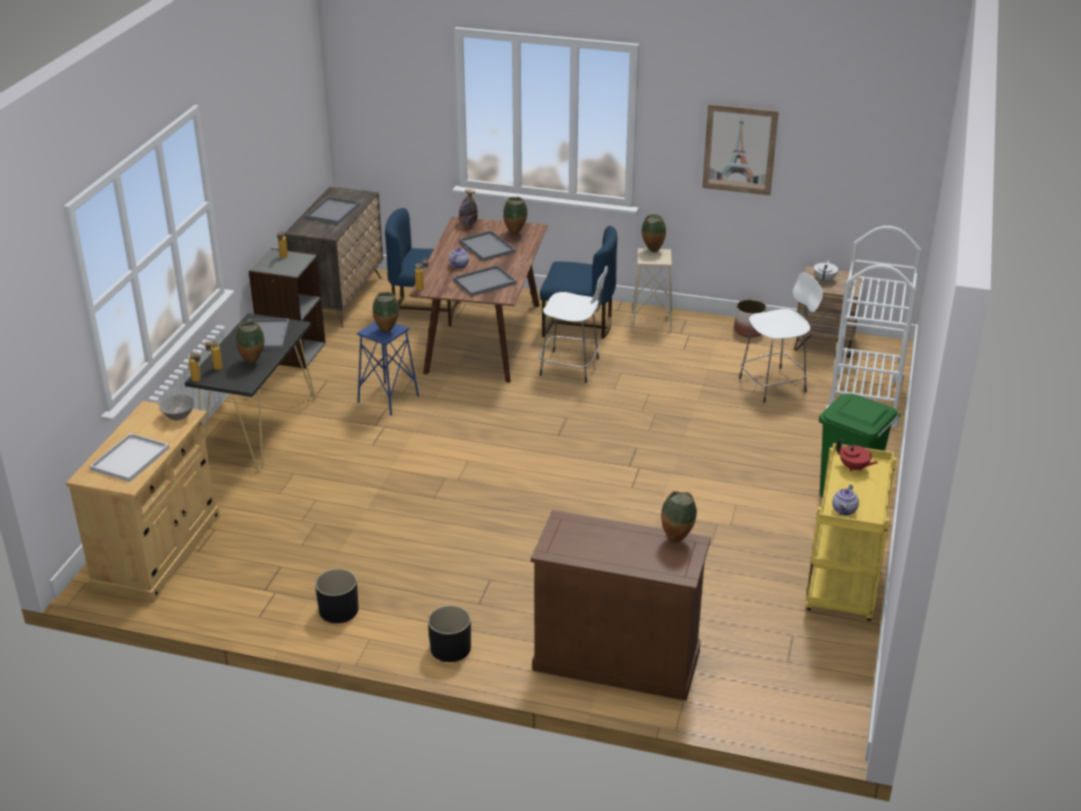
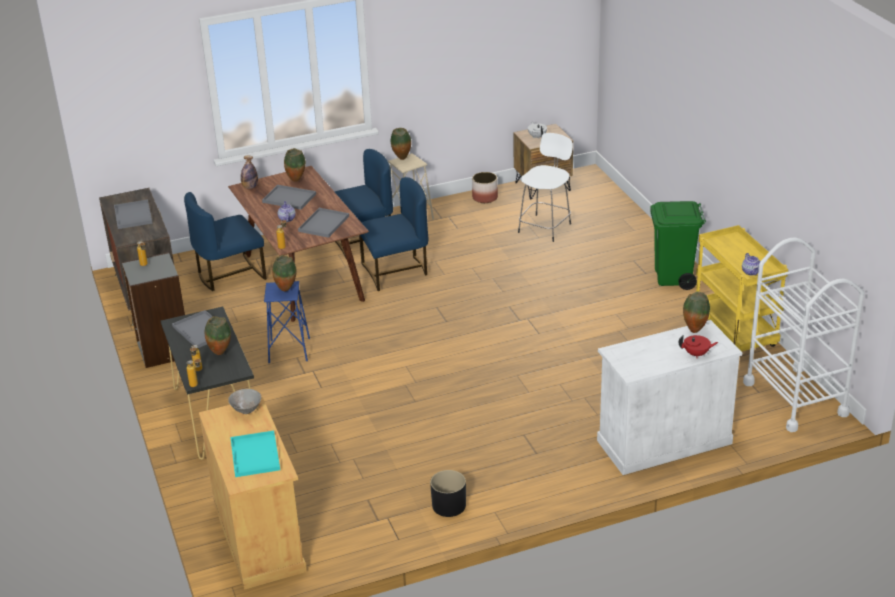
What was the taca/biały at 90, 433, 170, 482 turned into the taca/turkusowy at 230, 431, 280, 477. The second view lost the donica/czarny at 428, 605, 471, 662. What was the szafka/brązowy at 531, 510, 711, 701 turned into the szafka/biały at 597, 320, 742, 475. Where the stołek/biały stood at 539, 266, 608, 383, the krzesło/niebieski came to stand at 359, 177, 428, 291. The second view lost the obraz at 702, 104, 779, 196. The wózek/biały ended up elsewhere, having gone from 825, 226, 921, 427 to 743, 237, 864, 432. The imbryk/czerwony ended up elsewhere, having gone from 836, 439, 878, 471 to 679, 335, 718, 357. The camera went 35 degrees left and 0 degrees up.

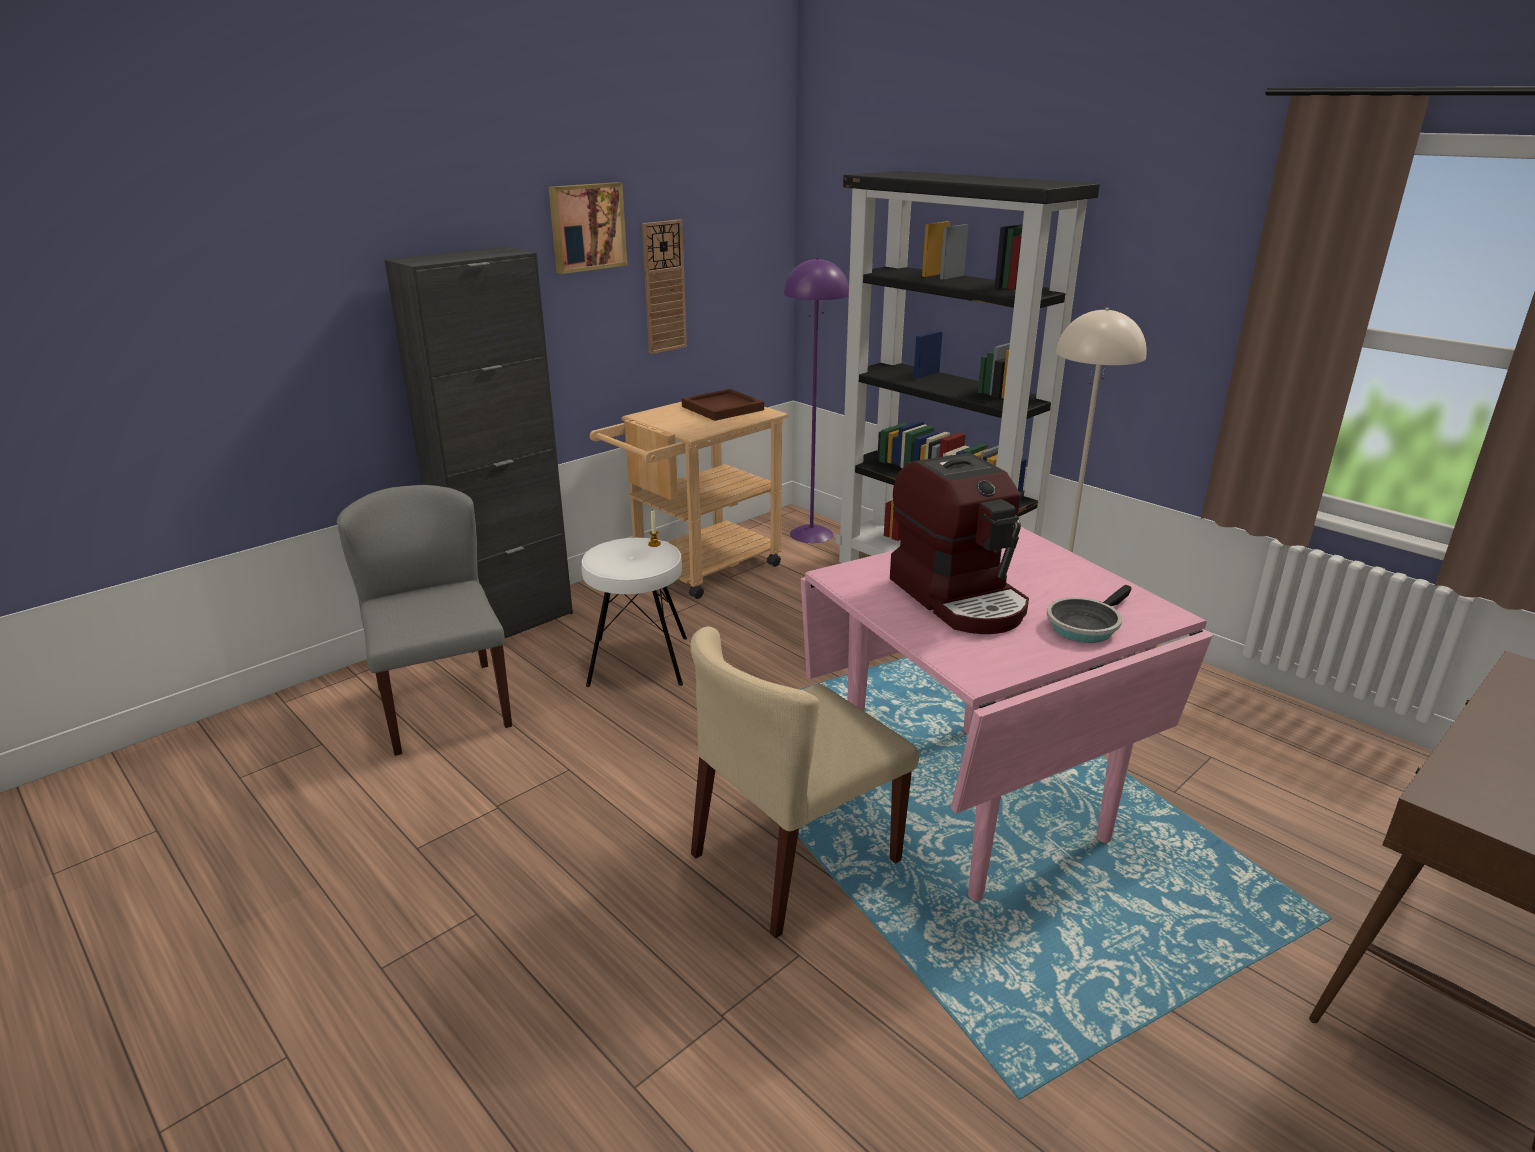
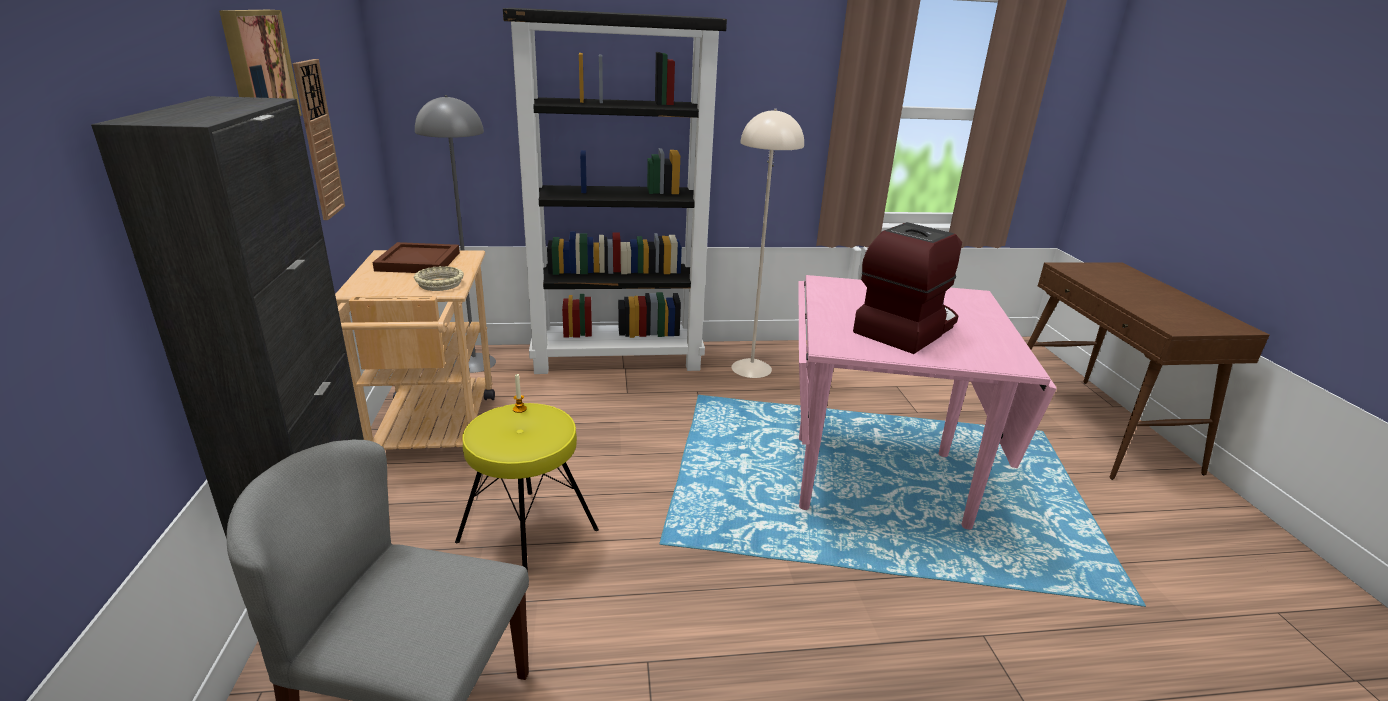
What was the stołek/biały at 582, 538, 687, 687 turned into the stołek/żółty at 455, 403, 599, 586. The second view lost the krzesło/beżowy at 690, 626, 919, 938. What was the lampa stojąca/fioletowy at 784, 257, 849, 543 turned into the lampa stojąca/szary at 415, 95, 496, 373. The ekspres do kawy at 890, 453, 1029, 634 ended up facing another way, 60 degrees counterclockwise from before. The second view lost the patelnia at 1047, 585, 1132, 643. The second view gained the miska/beżowy at 414, 266, 464, 291. The camera went 55 degrees left and 0 degrees up.

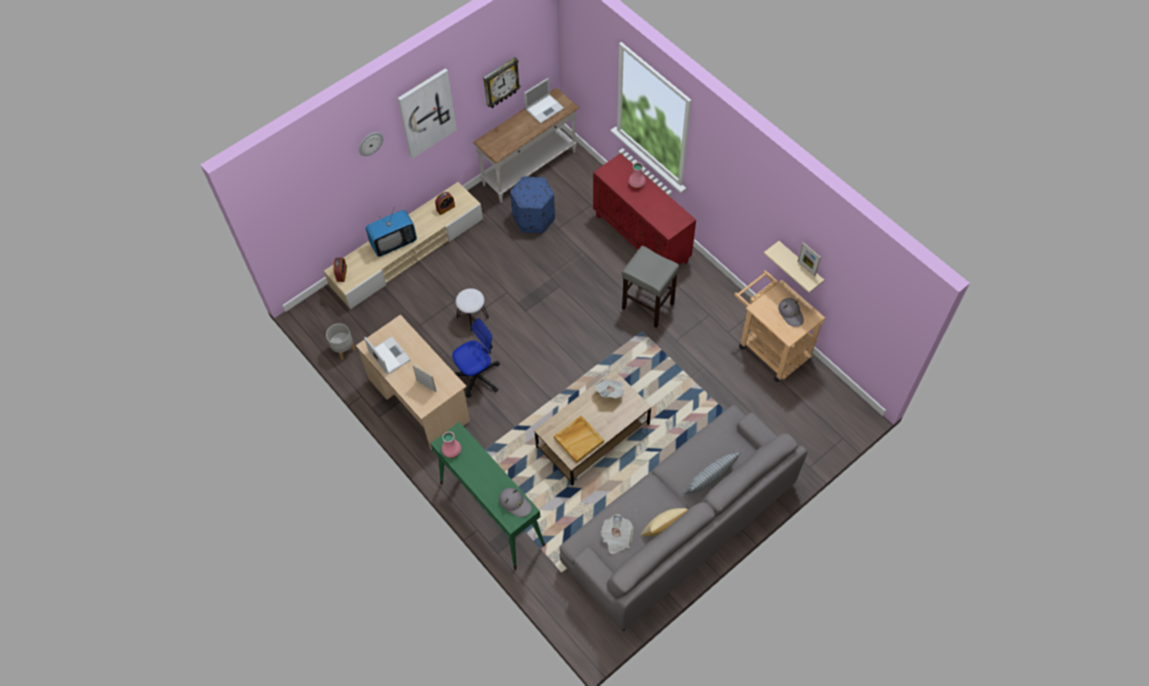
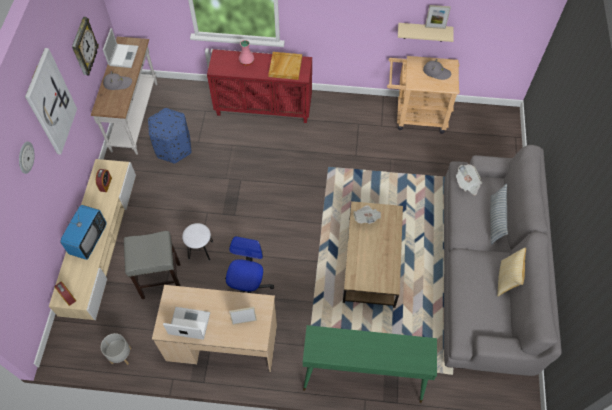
The second view lost the wazon/różowy at 442, 432, 461, 458. The kapelusz/szary ended up elsewhere, having gone from 499, 488, 532, 517 to 103, 71, 132, 90. The taca/beżowy ended up elsewhere, having gone from 554, 416, 604, 463 to 268, 52, 302, 80. The gazeta ended up elsewhere, having gone from 601, 514, 634, 554 to 456, 164, 482, 196. The stołek/szary ended up elsewhere, having gone from 622, 246, 679, 328 to 124, 231, 181, 299. The camera went 45 degrees left and 0 degrees up.

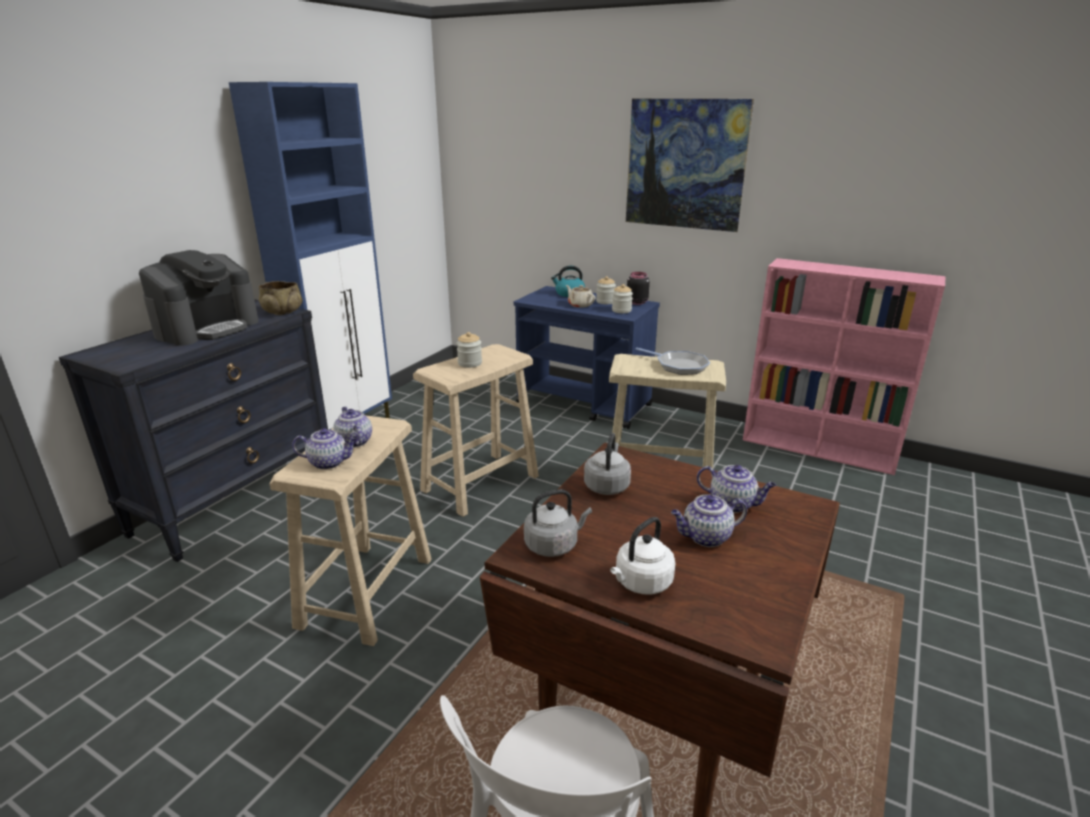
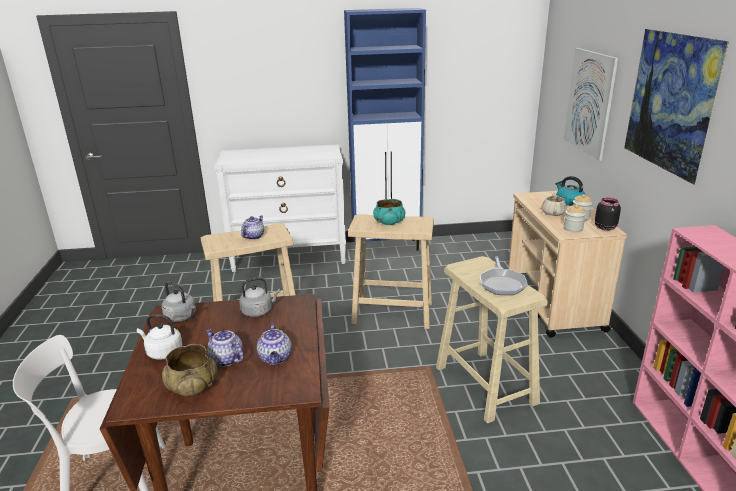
What was the komoda/czarny at 59, 299, 328, 562 turned into the komoda/biały at 214, 144, 346, 272. The second view lost the ekspres do kawy at 139, 250, 259, 346. The miska/beżowy ended up elsewhere, having gone from 259, 281, 303, 315 to 162, 344, 217, 396. The second view lost the imbryk at 292, 428, 358, 470. Where the słoik stood at 457, 332, 482, 368, the miska/turkusowy came to stand at 373, 199, 405, 225. What was the wózek/niebieski at 514, 286, 660, 429 turned into the wózek/beżowy at 508, 191, 627, 338. The second view gained the obraz at 564, 48, 618, 161. The camera went 55 degrees right and 0 degrees up.

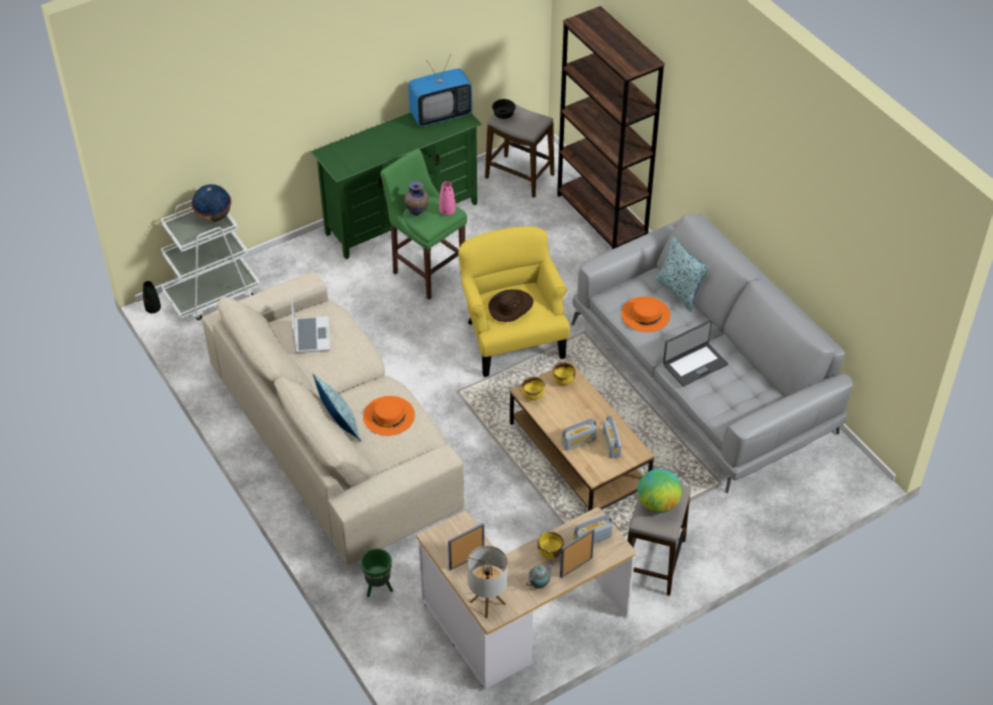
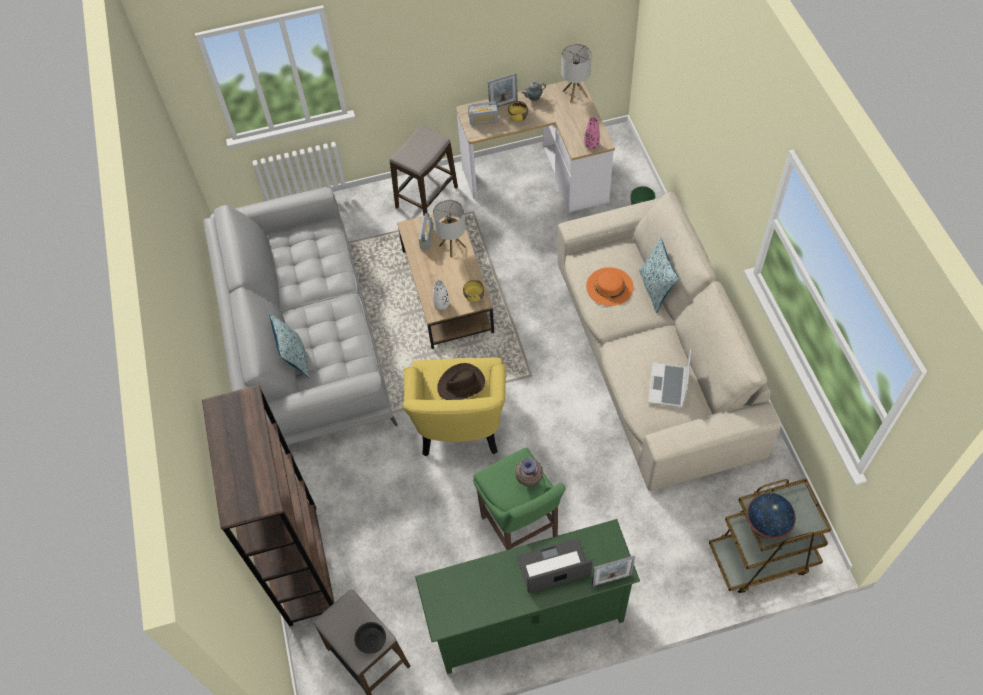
The second view lost the wazon/czarny at 143, 281, 161, 313. What was the wózek/biały at 161, 200, 261, 320 turned into the wózek/brązowy at 709, 478, 832, 593. The second view lost the telewizor at 408, 54, 472, 127. The wazon/różowy ended up elsewhere, having gone from 439, 181, 456, 216 to 584, 117, 600, 149. The ramka na zdjęcie ended up elsewhere, having gone from 448, 523, 484, 570 to 592, 555, 635, 587. Where the miska/żółty stood at 552, 362, 576, 385, the wazon/biały came to stand at 433, 280, 449, 310. Where the radio stood at 562, 418, 597, 451, the lampa stołowa came to stand at 433, 200, 466, 257. The second view lost the kapelusz/pomarańczowy at 621, 297, 670, 332. The second view lost the globus at 637, 469, 682, 513. The laptop ended up elsewhere, having gone from 663, 320, 728, 387 to 517, 538, 593, 593. The camera went 160 degrees left and 10 degrees up.

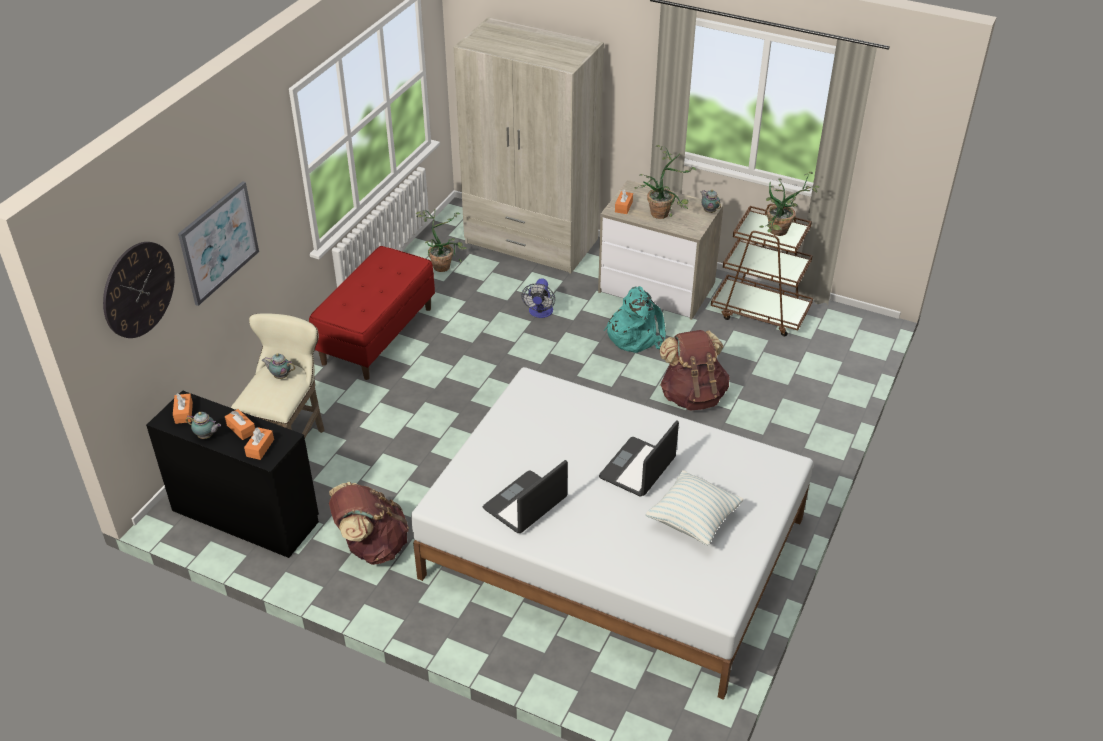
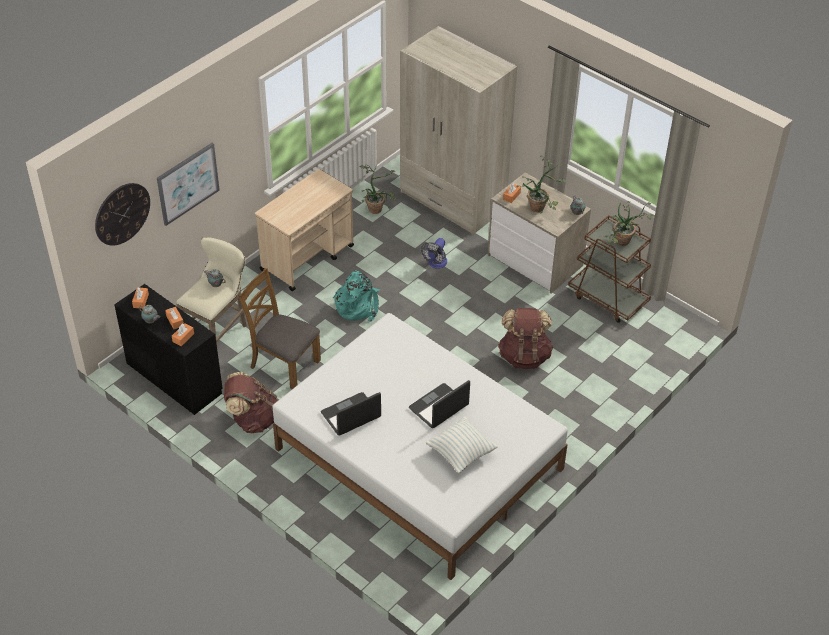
Where the ławka/czerwony stood at 309, 246, 435, 380, the wózek/beżowy came to stand at 255, 169, 354, 291. The plecak/turkusowy ended up elsewhere, having gone from 604, 286, 666, 353 to 333, 270, 380, 322. The second view gained the krzesło/brązowy at 239, 268, 321, 389. The camera went 15 degrees right and 5 degrees up.

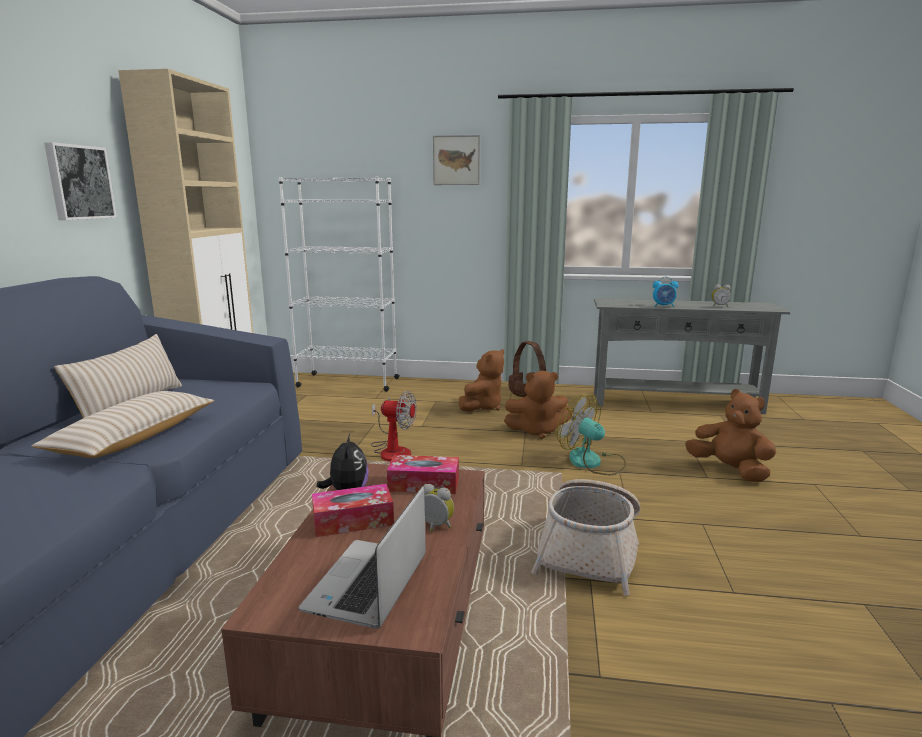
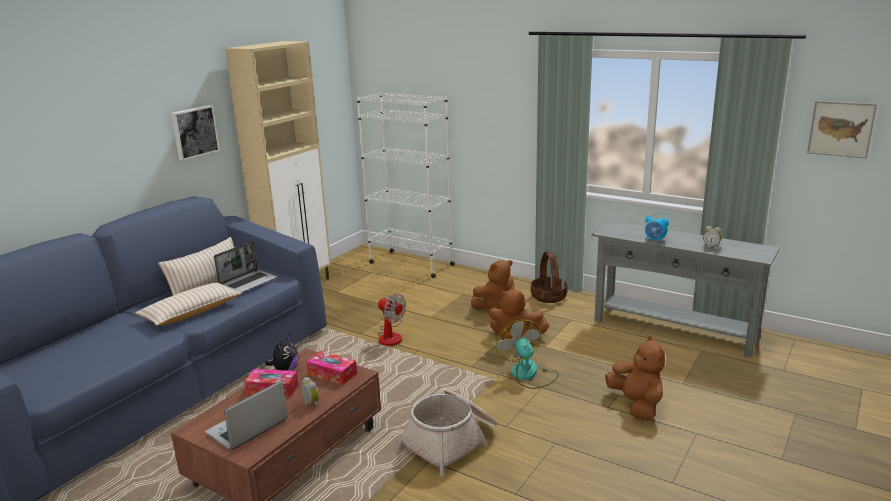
The obraz ended up elsewhere, having gone from 433, 135, 480, 185 to 807, 101, 877, 159. The second view gained the laptop at 214, 241, 278, 293. The camera went 25 degrees right and 5 degrees up.

